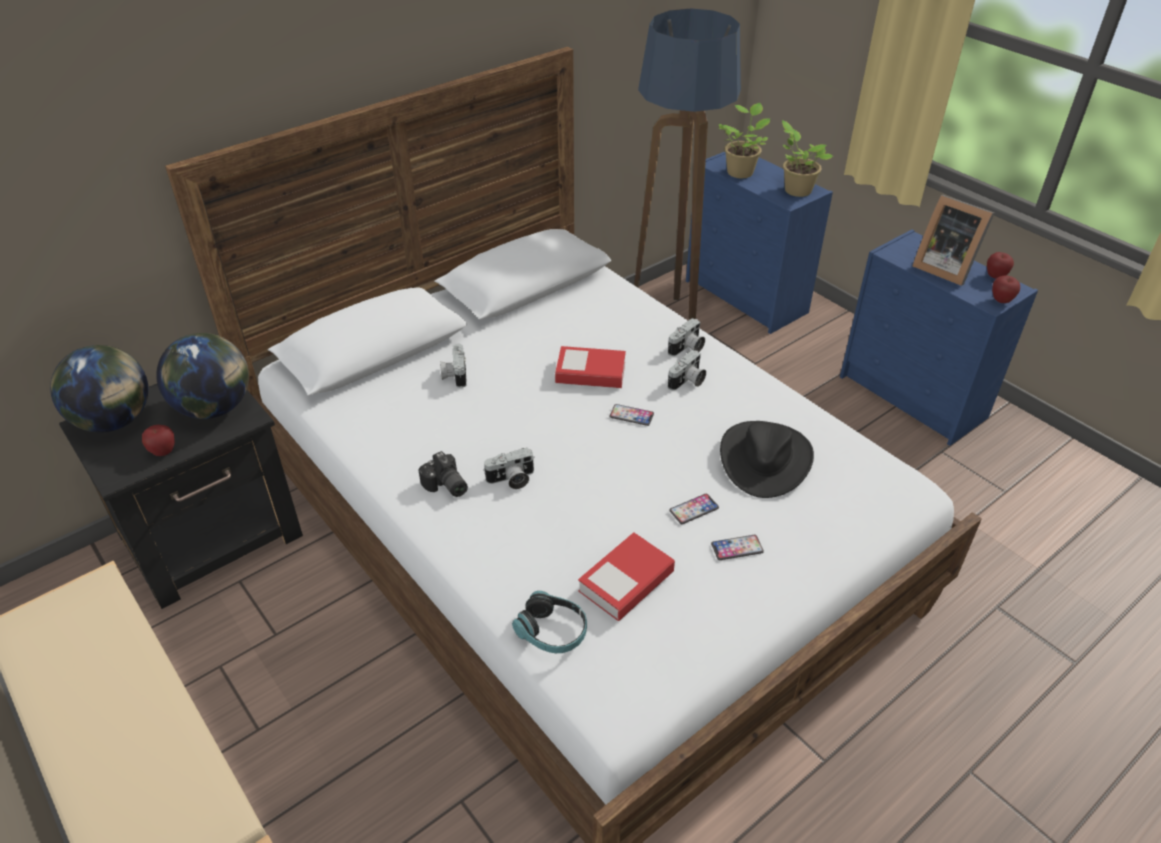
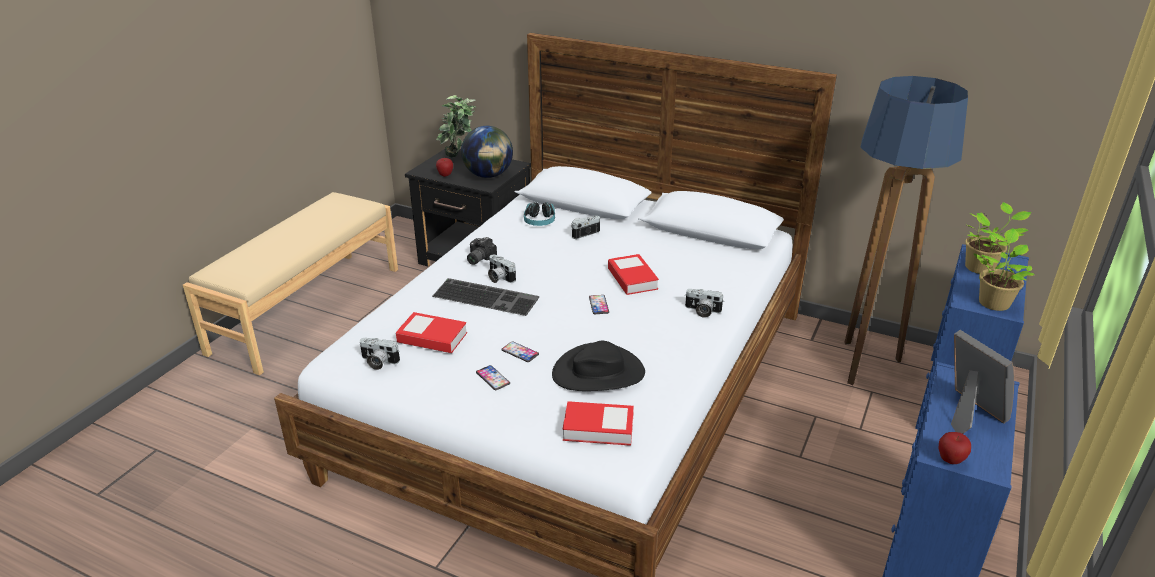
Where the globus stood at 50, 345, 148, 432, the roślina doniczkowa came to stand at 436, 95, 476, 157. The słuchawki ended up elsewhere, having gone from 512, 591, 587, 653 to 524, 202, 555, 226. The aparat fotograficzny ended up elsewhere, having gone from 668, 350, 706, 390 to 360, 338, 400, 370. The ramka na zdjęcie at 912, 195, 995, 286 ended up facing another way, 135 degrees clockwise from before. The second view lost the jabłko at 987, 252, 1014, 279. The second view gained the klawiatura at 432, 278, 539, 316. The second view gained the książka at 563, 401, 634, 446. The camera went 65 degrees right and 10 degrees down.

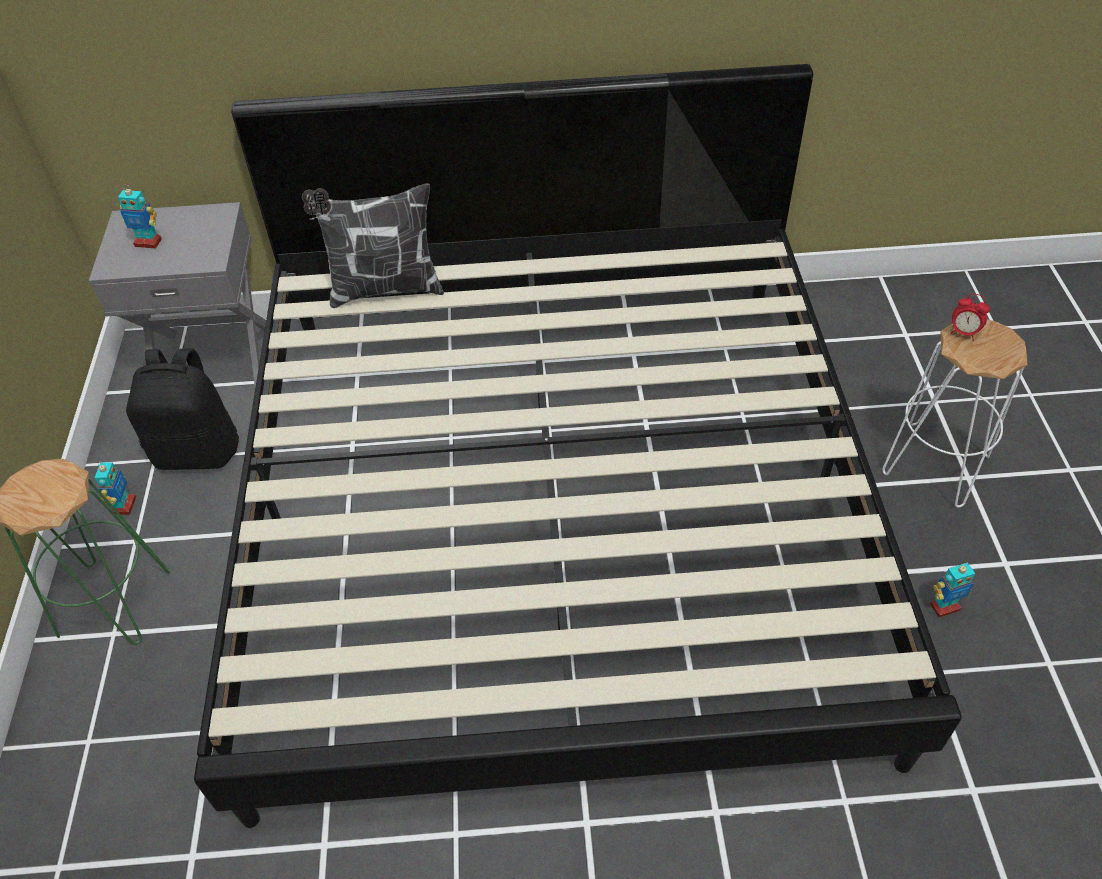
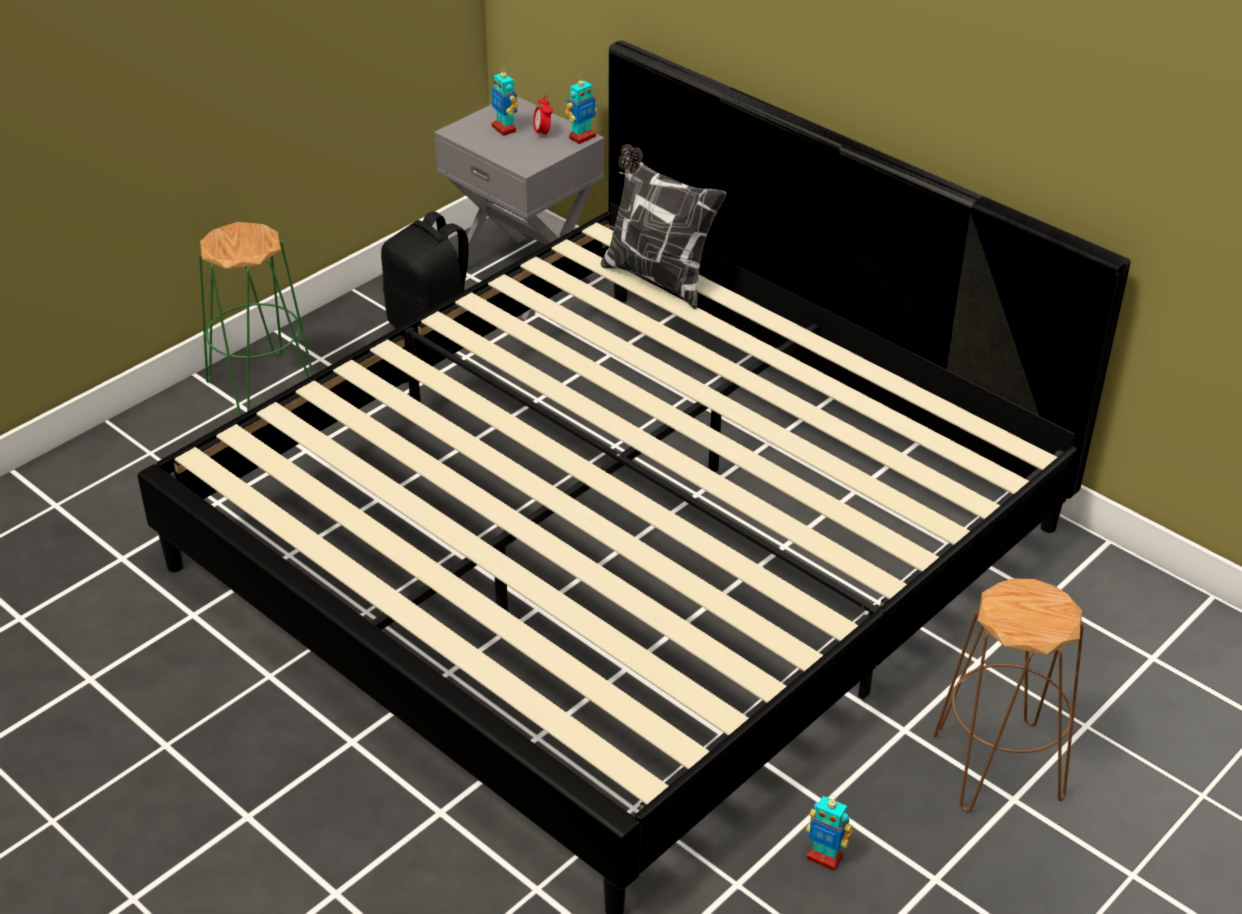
The robot zabawkowy ended up elsewhere, having gone from 94, 462, 136, 515 to 565, 75, 597, 144. What was the stołek/biały at 883, 319, 1028, 508 turned into the stołek/brązowy at 934, 579, 1084, 812. The budzik ended up elsewhere, having gone from 950, 294, 990, 341 to 533, 95, 553, 139. The camera went 45 degrees right and 10 degrees down.

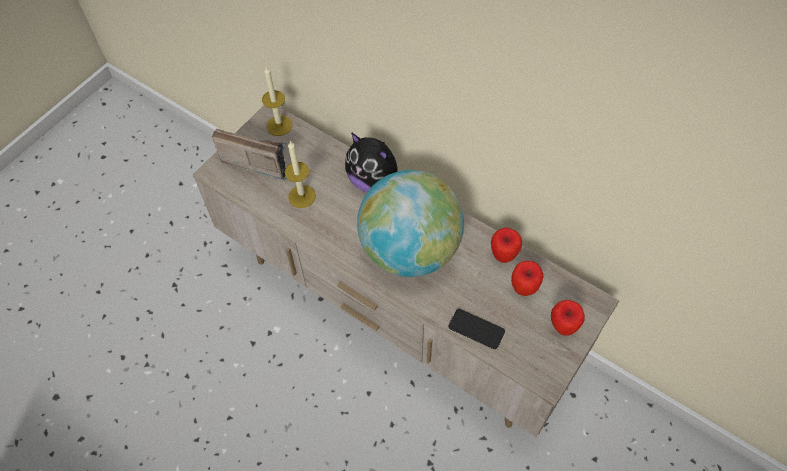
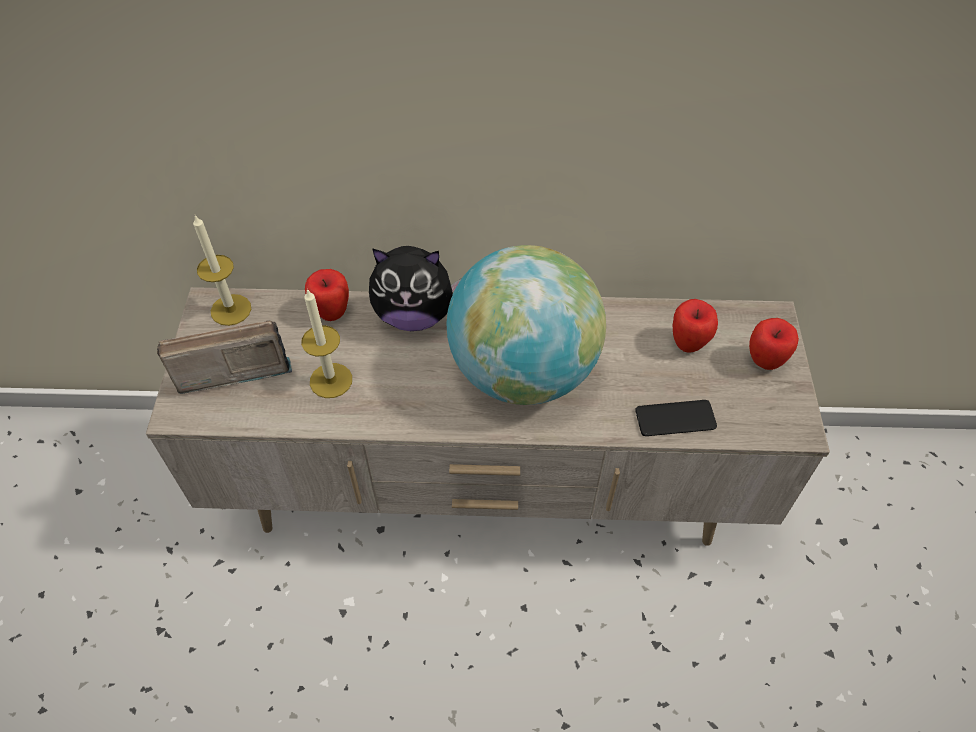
The jabłko ended up elsewhere, having gone from 491, 228, 522, 263 to 305, 269, 349, 321. The camera went 35 degrees left and 5 degrees down.

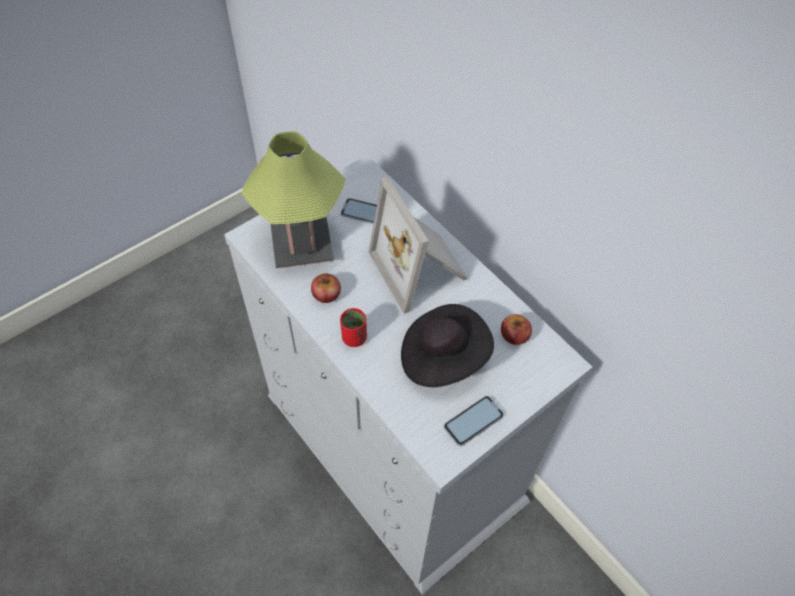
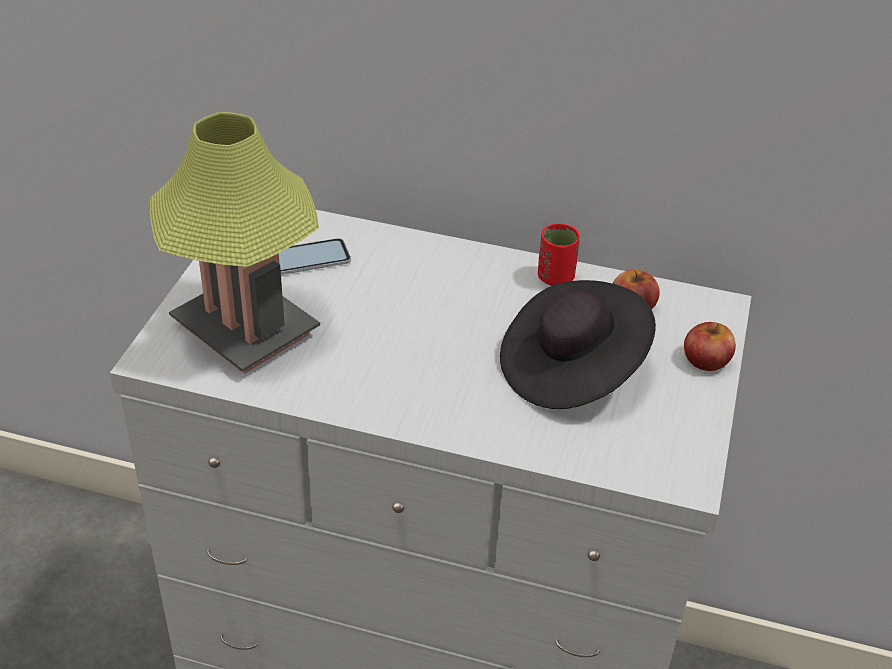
The jabłko ended up elsewhere, having gone from 311, 274, 341, 303 to 684, 322, 736, 371. The filiżanka/czerwony ended up elsewhere, having gone from 340, 308, 367, 347 to 538, 223, 580, 286. The second view lost the ramka na zdjęcie at 369, 176, 468, 314. The second view lost the telefon at 444, 396, 504, 446. The camera went 35 degrees left and 15 degrees down.

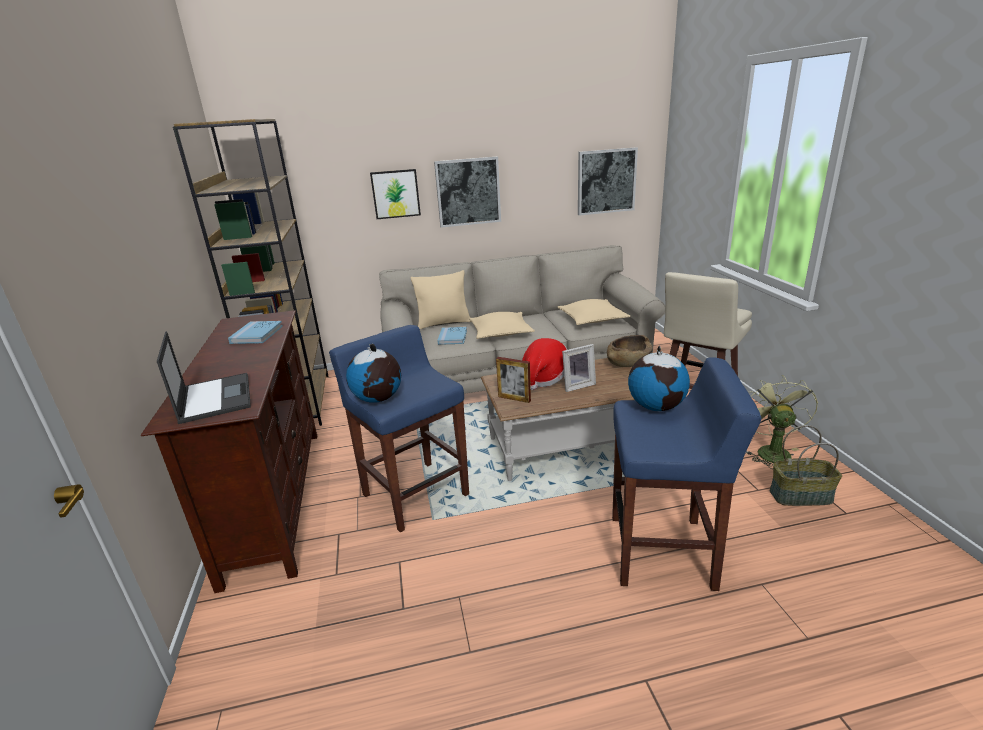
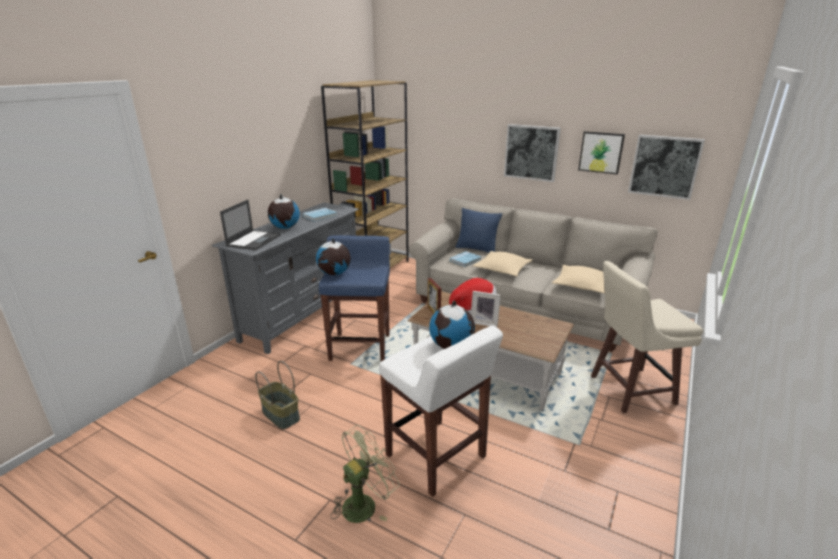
What was the szafka pod telewizor/brązowy at 141, 310, 317, 593 turned into the szafka pod telewizor/szary at 212, 202, 359, 354. The obraz ended up elsewhere, having gone from 370, 169, 421, 219 to 578, 131, 625, 174. What was the poduszka/beżowy at 411, 270, 471, 329 turned into the poduszka/niebieski at 455, 208, 502, 253. The second view lost the miska/brązowy at 607, 335, 653, 367. What was the stołek/niebieski at 612, 357, 761, 591 turned into the stołek/biały at 379, 325, 503, 497. The wentylator/zielony ended up elsewhere, having gone from 746, 375, 818, 469 to 331, 425, 400, 523. The koszyk ended up elsewhere, having gone from 770, 425, 842, 506 to 255, 361, 300, 429. The second view gained the globus at 268, 194, 300, 229. The camera went 40 degrees right and 0 degrees up.

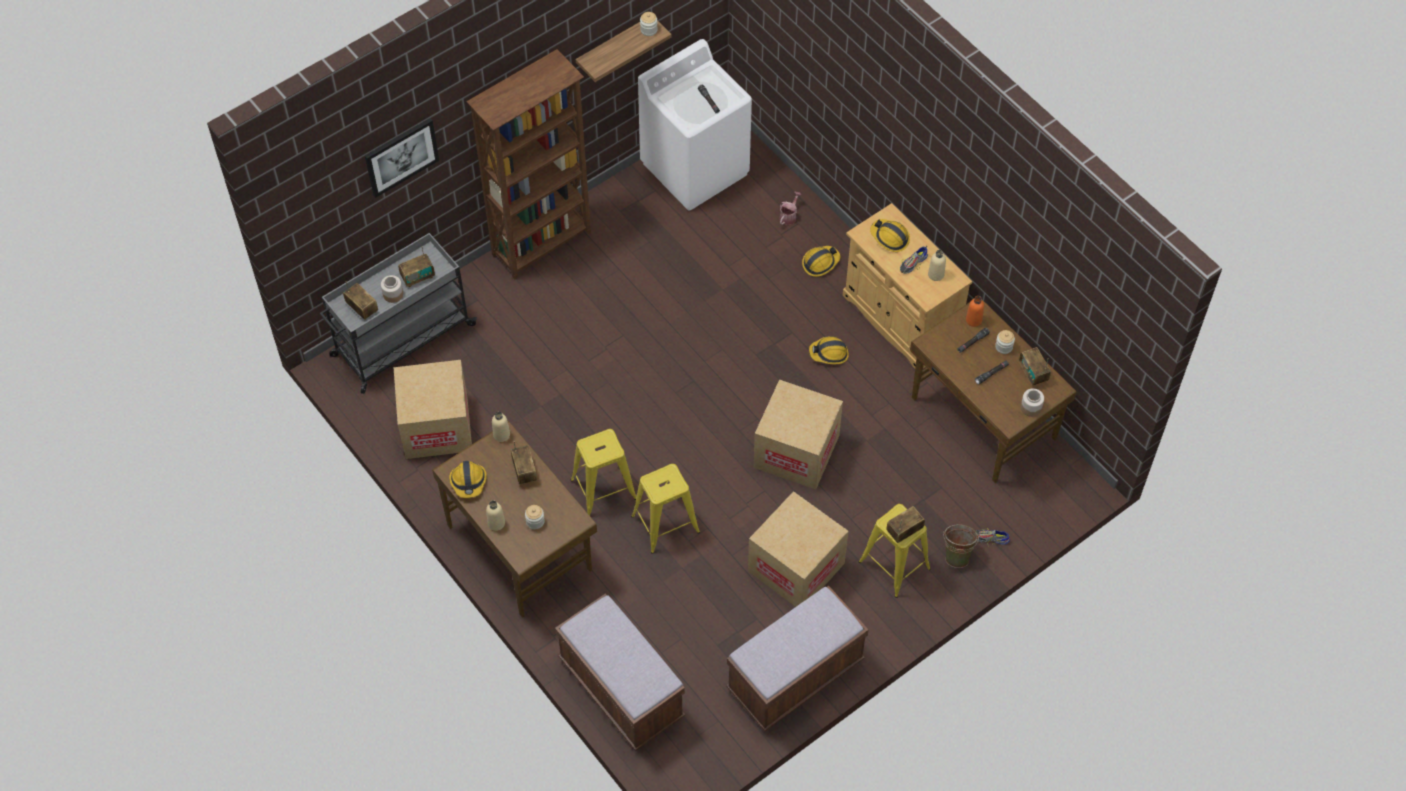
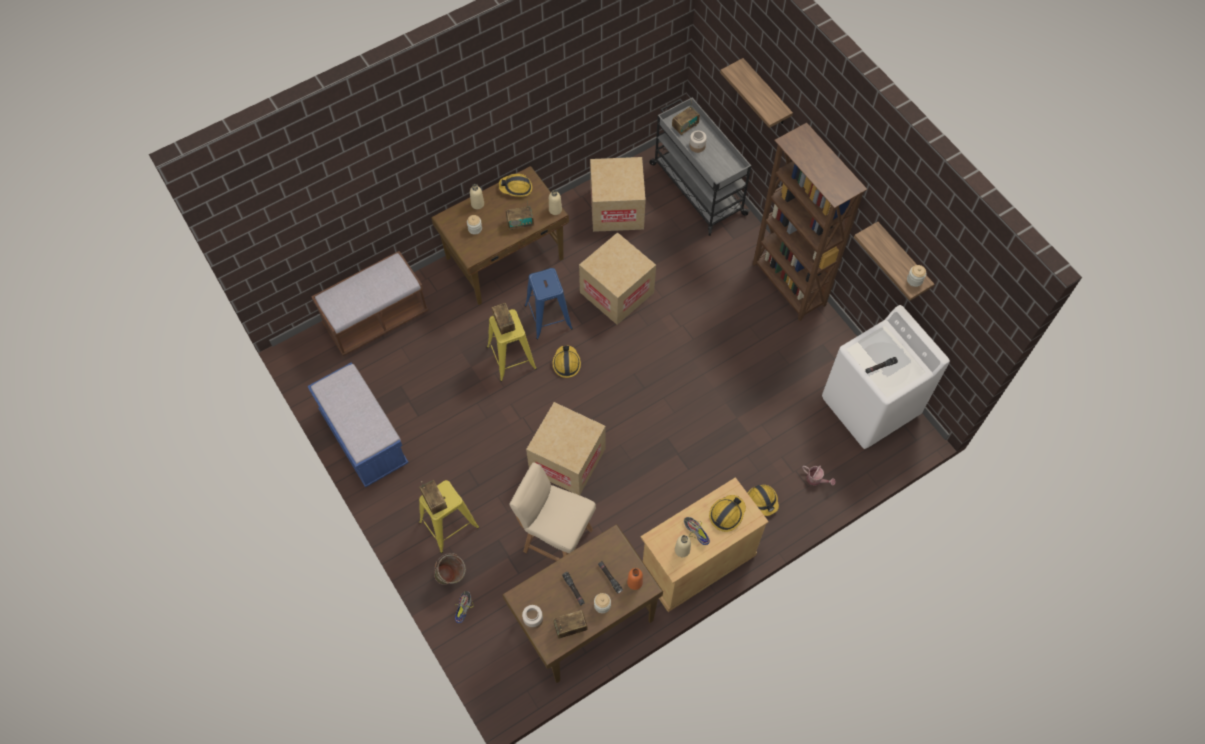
Where the obraz hung at 365, 118, 439, 198, the półka came to hang at 720, 58, 793, 128. The radio ended up elsewhere, having gone from 398, 248, 435, 287 to 492, 303, 515, 335. What was the stołek/żółty at 571, 429, 636, 516 turned into the stołek/niebieski at 525, 268, 573, 339. What was the ławka/brązowy at 726, 586, 869, 731 turned into the ławka/niebieski at 307, 362, 409, 487. The karton ended up elsewhere, having gone from 748, 491, 849, 607 to 579, 232, 656, 325. The kask ended up elsewhere, having gone from 809, 336, 849, 364 to 553, 345, 581, 378. The second view gained the krzesło/beżowy at 509, 462, 596, 561. The camera went 95 degrees right and 5 degrees up.

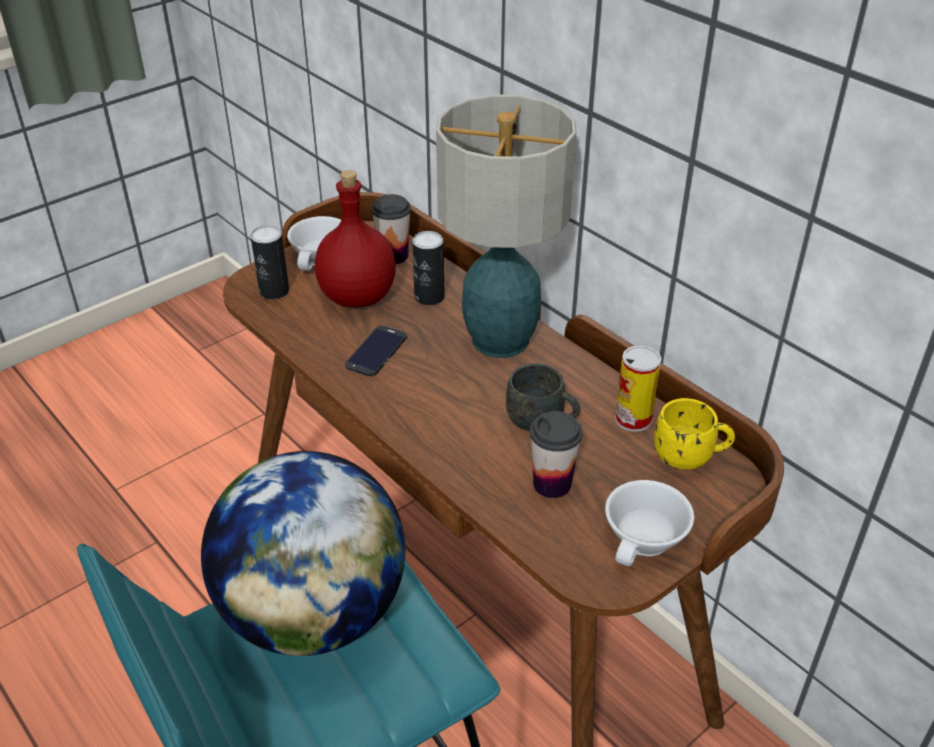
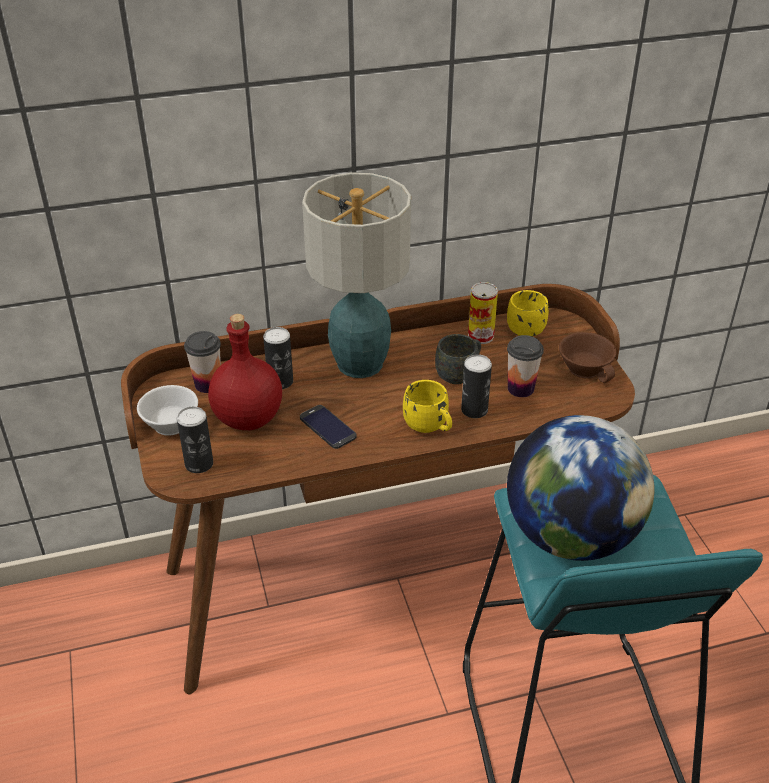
What was the filiżanka/biały at 605, 480, 694, 566 turned into the filiżanka/brązowy at 559, 332, 616, 383. The second view gained the kubek/żółty at 403, 380, 452, 433. The second view gained the puszka at 461, 354, 492, 418. The camera went 65 degrees left and 0 degrees up.

